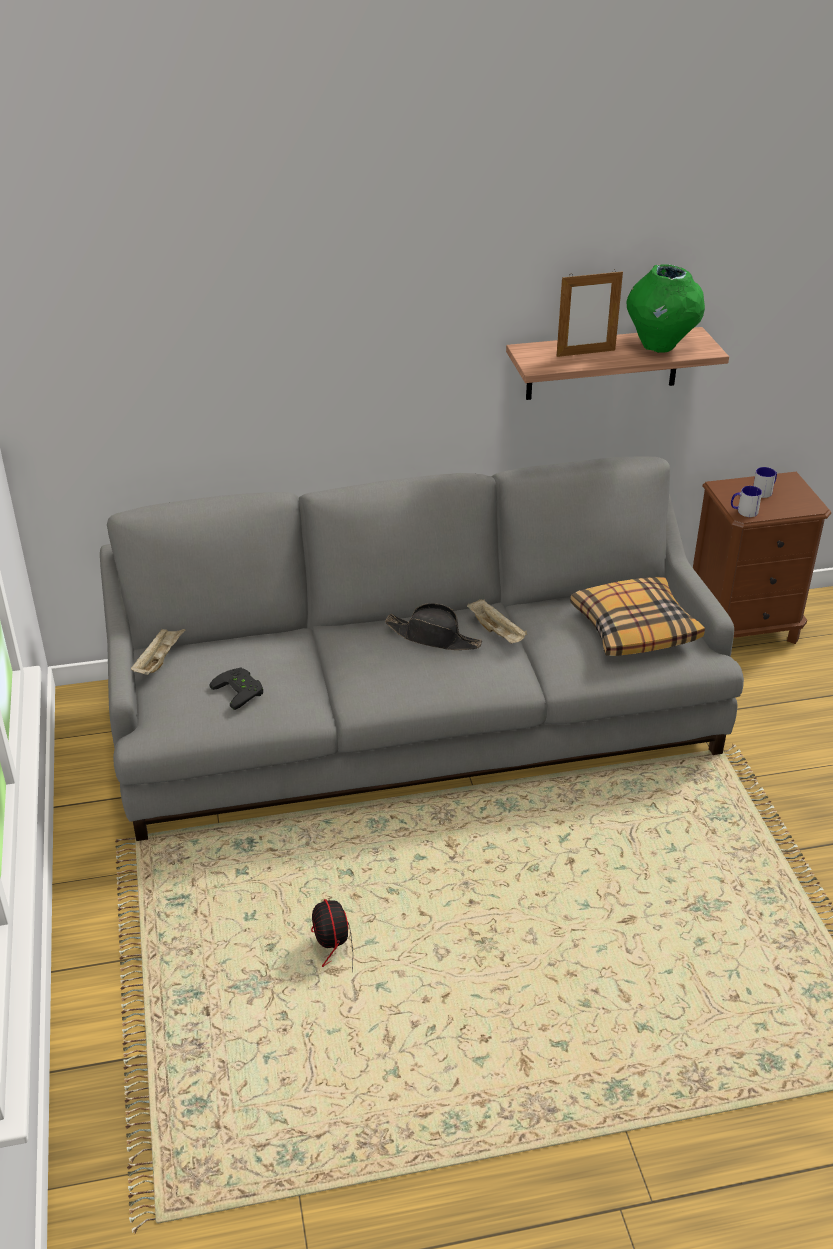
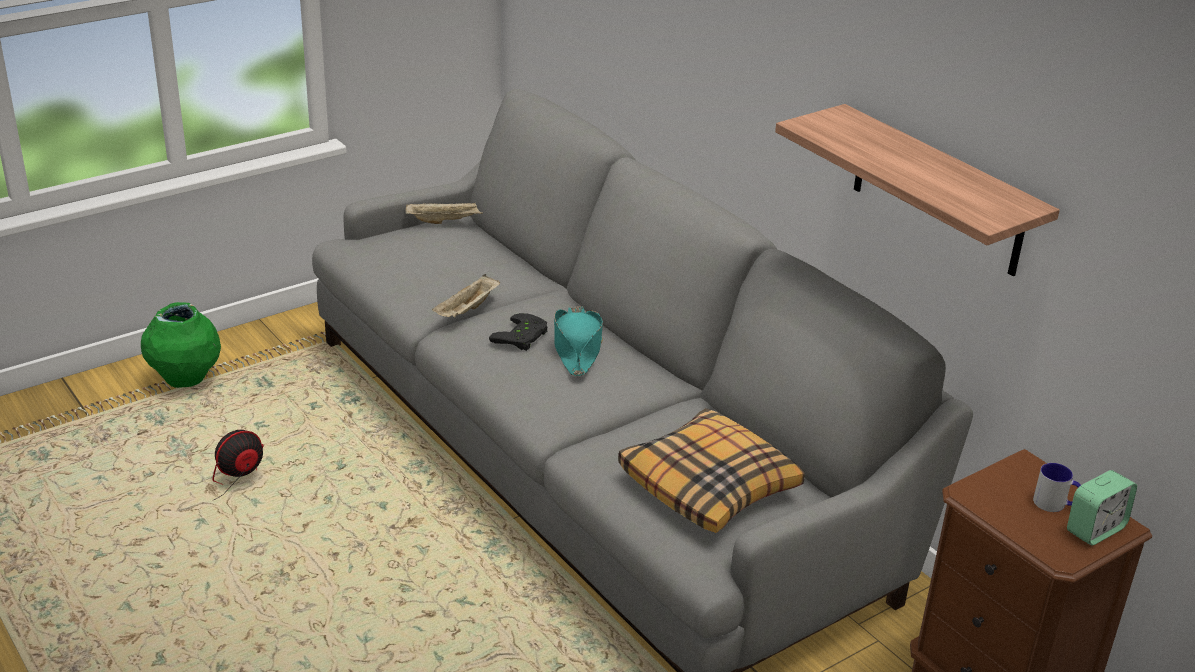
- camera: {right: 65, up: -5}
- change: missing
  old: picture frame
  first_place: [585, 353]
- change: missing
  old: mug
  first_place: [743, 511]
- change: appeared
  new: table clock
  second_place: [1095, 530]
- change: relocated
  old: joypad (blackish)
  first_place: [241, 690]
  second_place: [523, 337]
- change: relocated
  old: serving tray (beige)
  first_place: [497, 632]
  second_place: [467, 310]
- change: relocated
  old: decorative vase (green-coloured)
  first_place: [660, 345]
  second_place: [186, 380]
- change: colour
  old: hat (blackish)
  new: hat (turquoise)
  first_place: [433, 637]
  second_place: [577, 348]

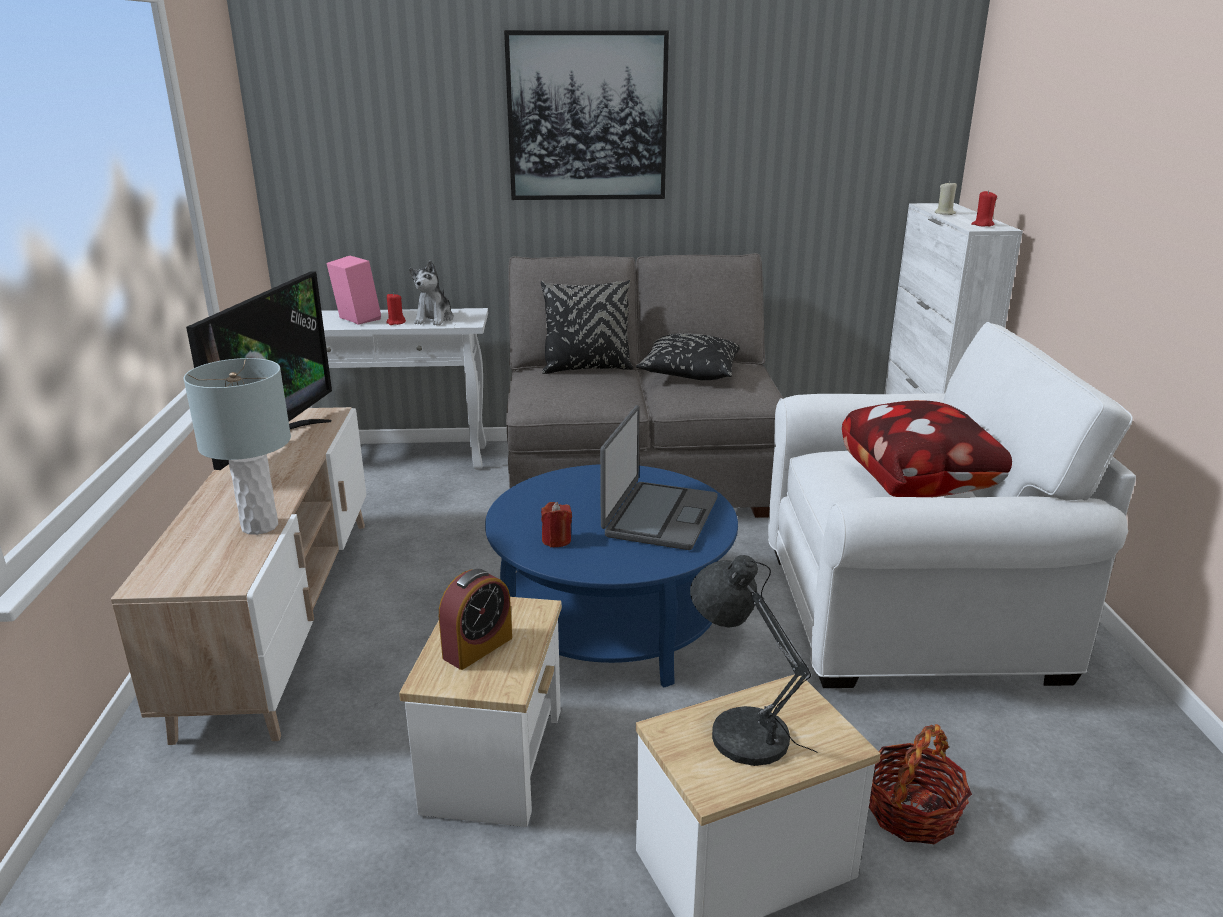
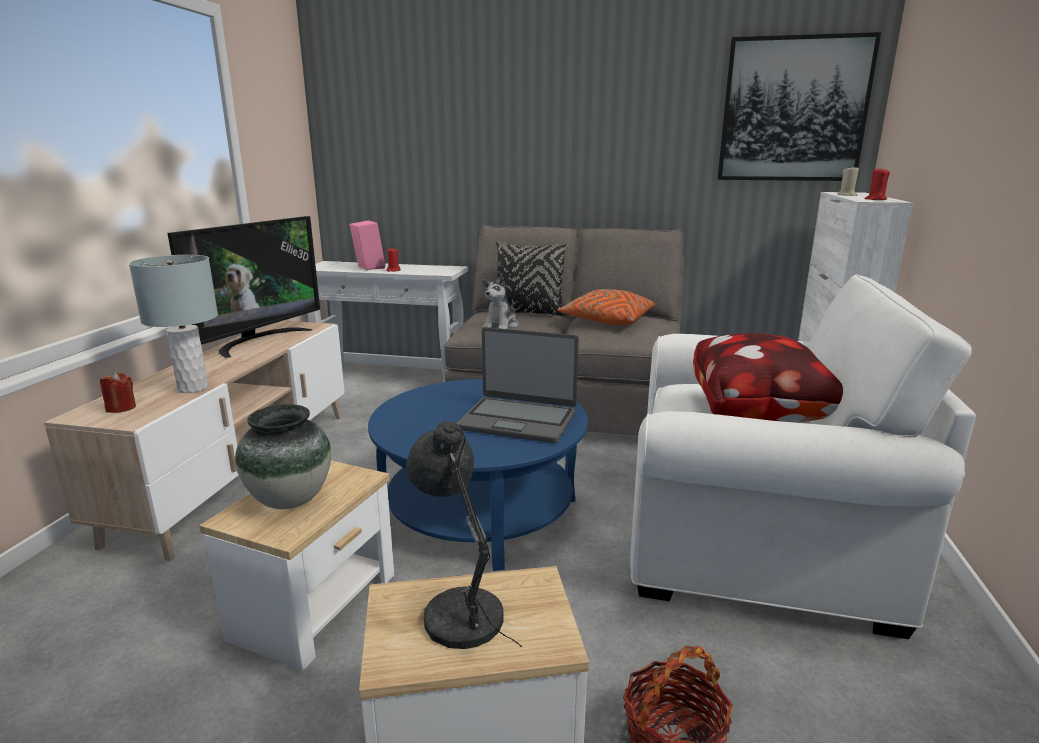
- camera: {right: 15, up: -5}
- change: relocated
  old: soft toy
  first_place: [434, 319]
  second_place: [501, 326]
- change: relocated
  old: wall picture
  first_place: [587, 117]
  second_place: [793, 110]
- change: relocated
  old: wax candle (red)
  first_place: [556, 540]
  second_place: [121, 408]
- change: exchanged
  old: table clock
  new: decorative vase
  first_place: [477, 647]
  second_place: [290, 499]
- change: colour
  old: cushion (blackish)
  new: cushion (orange-coloured)
  first_place: [689, 374]
  second_place: [606, 321]
- change: spun
  old: notebook computer
  first_place: [659, 517]
  second_place: [518, 420]
  degrees: 75

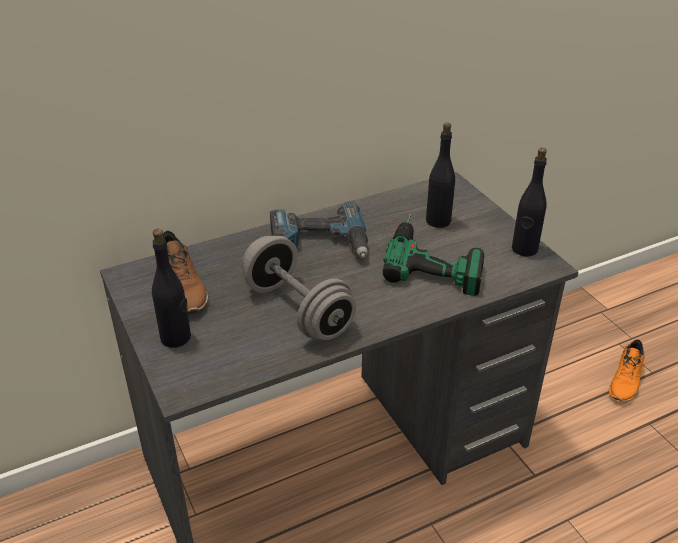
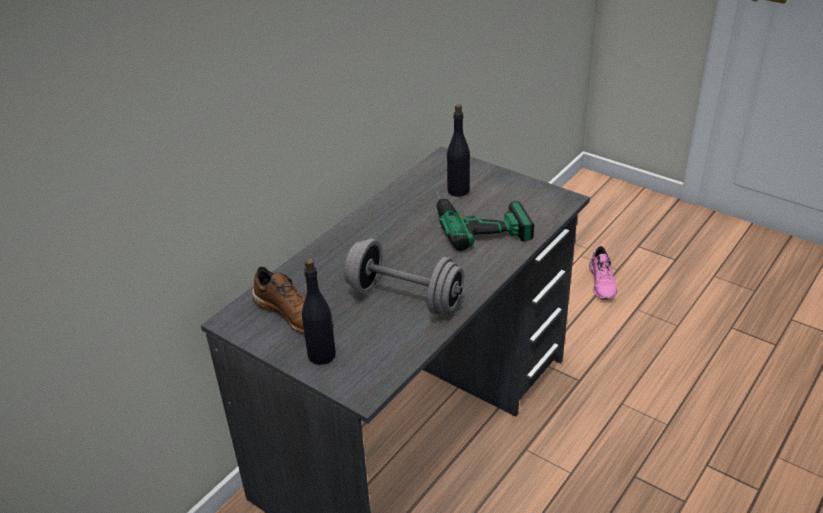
- camera: {right: -25, up: 0}
- change: missing
  old: power drill
  first_place: [319, 242]
- change: missing
  old: drink bottle (blackish)
  first_place: [524, 249]
- change: colour
  old: low shoe (orange-coloured)
  new: low shoe (pink)
  first_place: [626, 381]
  second_place: [602, 283]

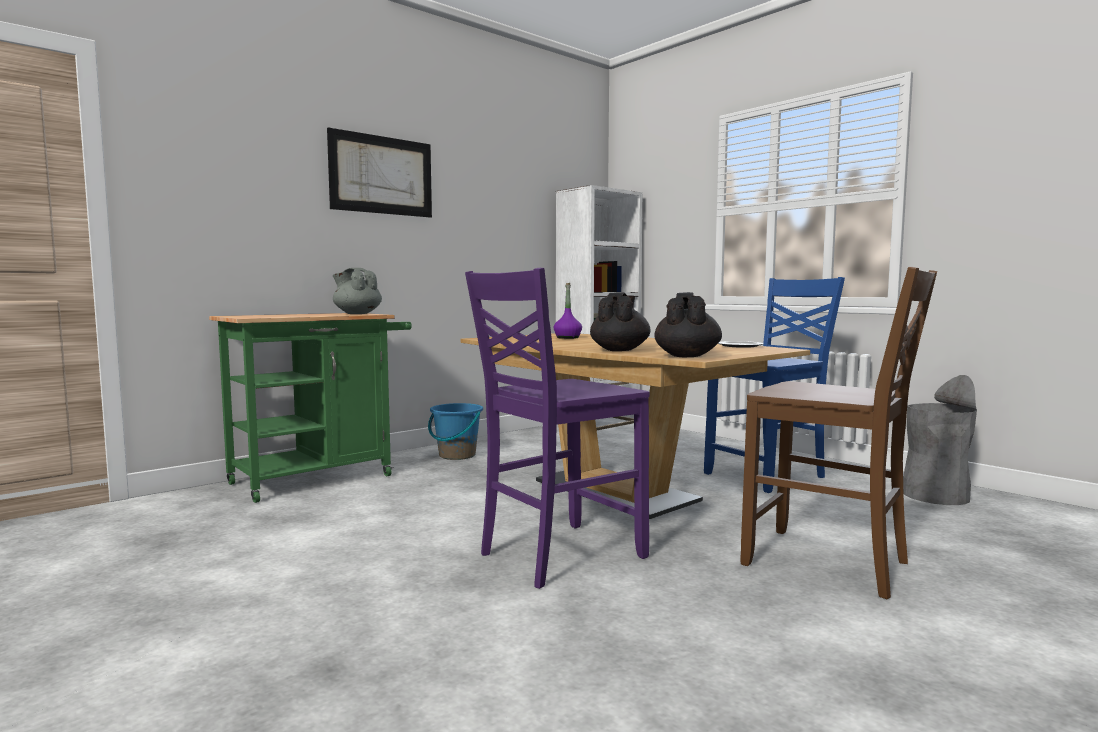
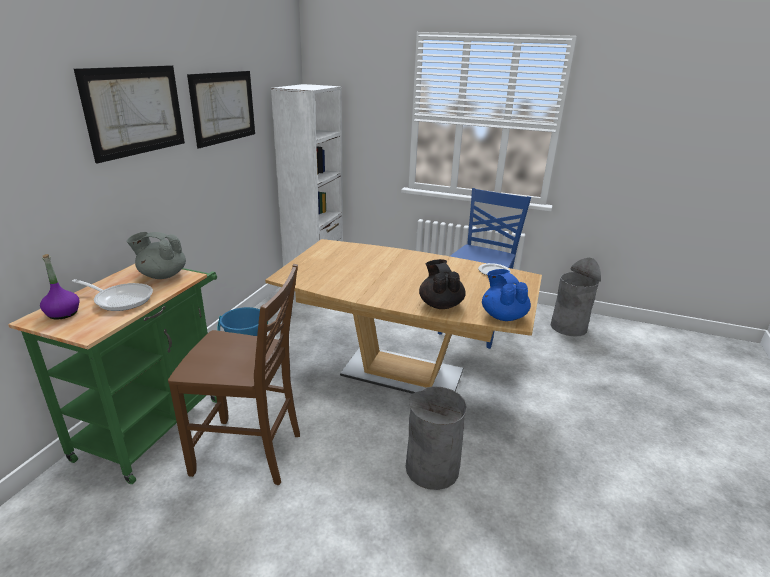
- camera: {right: -30, up: 20}
- change: appeared
  new: frying pan
  second_place: [121, 299]
- change: appeared
  new: wall picture
  second_place: [224, 107]
- change: relocated
  old: drink bottle (purple)
  first_place: [567, 338]
  second_place: [63, 313]
- change: relocated
  old: plain chair (brownish)
  first_place: [828, 563]
  second_place: [250, 453]
- change: exchanged
  old: plain chair (purple)
  new: rubbish bin (grey)
  first_place: [558, 555]
  second_place: [432, 468]
- change: colour
  old: tea pot (blackish)
  new: tea pot (bluish)
  first_place: [687, 356]
  second_place: [503, 316]

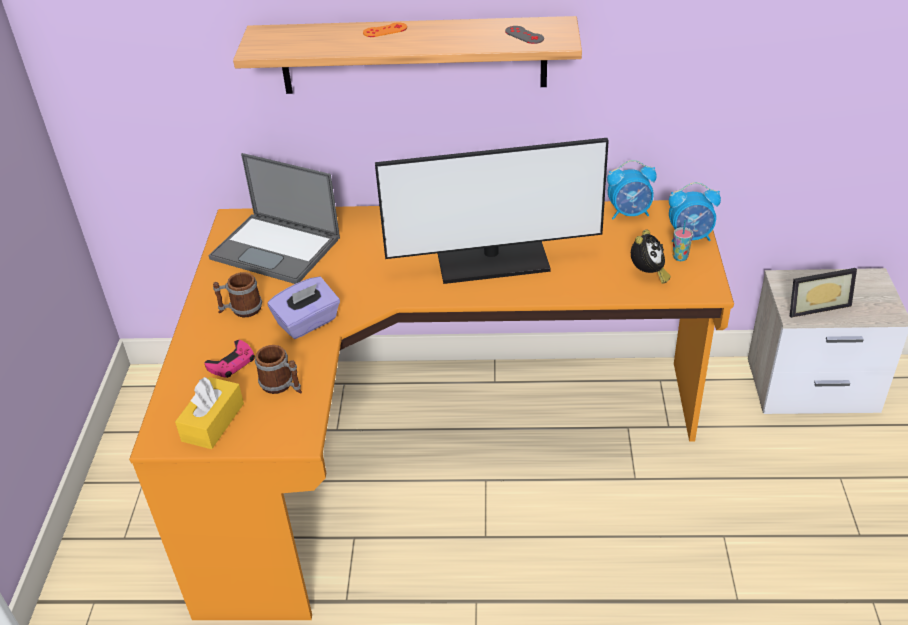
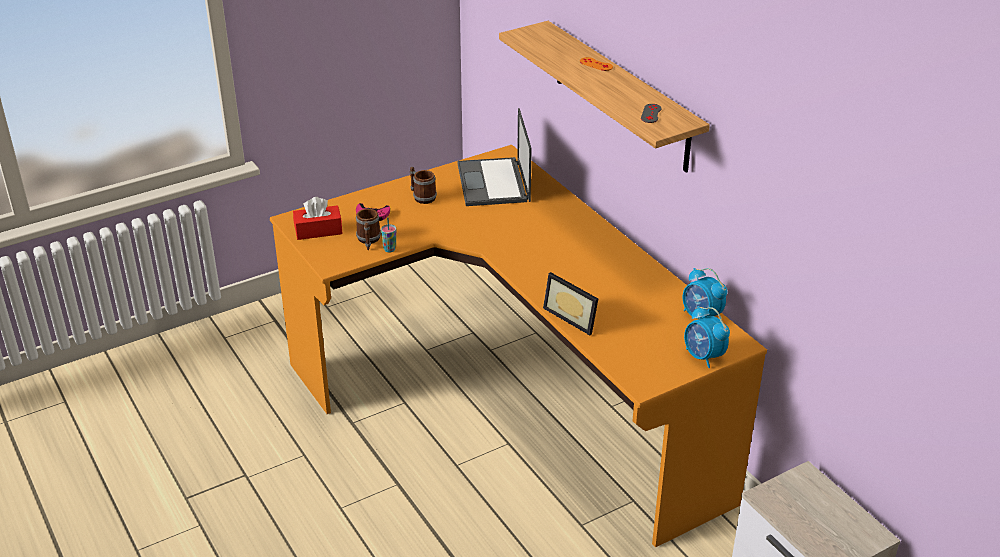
- camera: {right: 55, up: -5}
- change: missing
  old: box of tissues (purple)
  first_place: [308, 322]
- change: missing
  old: computer display
  first_place: [493, 262]
- change: missing
  old: table clock
  first_place: [648, 274]
- change: relocated
  old: drinking cup
  first_place: [680, 257]
  second_place: [389, 249]
- change: relocated
  old: picture frame
  first_place: [815, 304]
  second_place: [573, 317]
- change: colour
  old: box of tissues (yellowish)
  new: box of tissues (red)
  first_place: [213, 422]
  second_place: [318, 230]

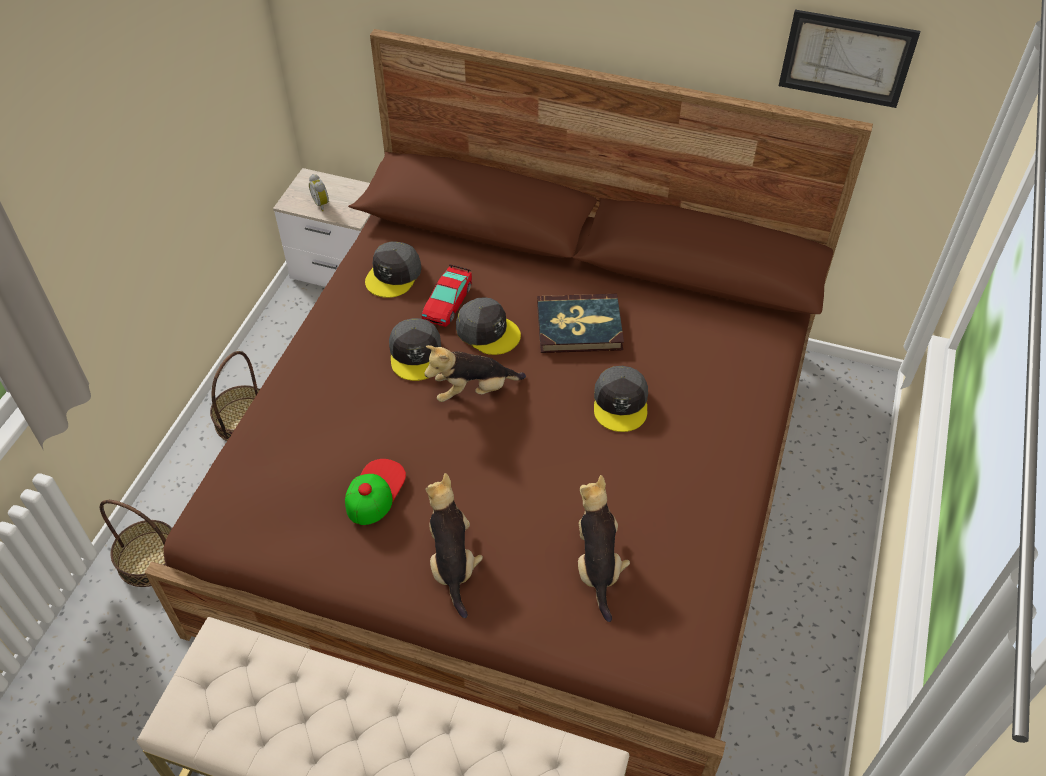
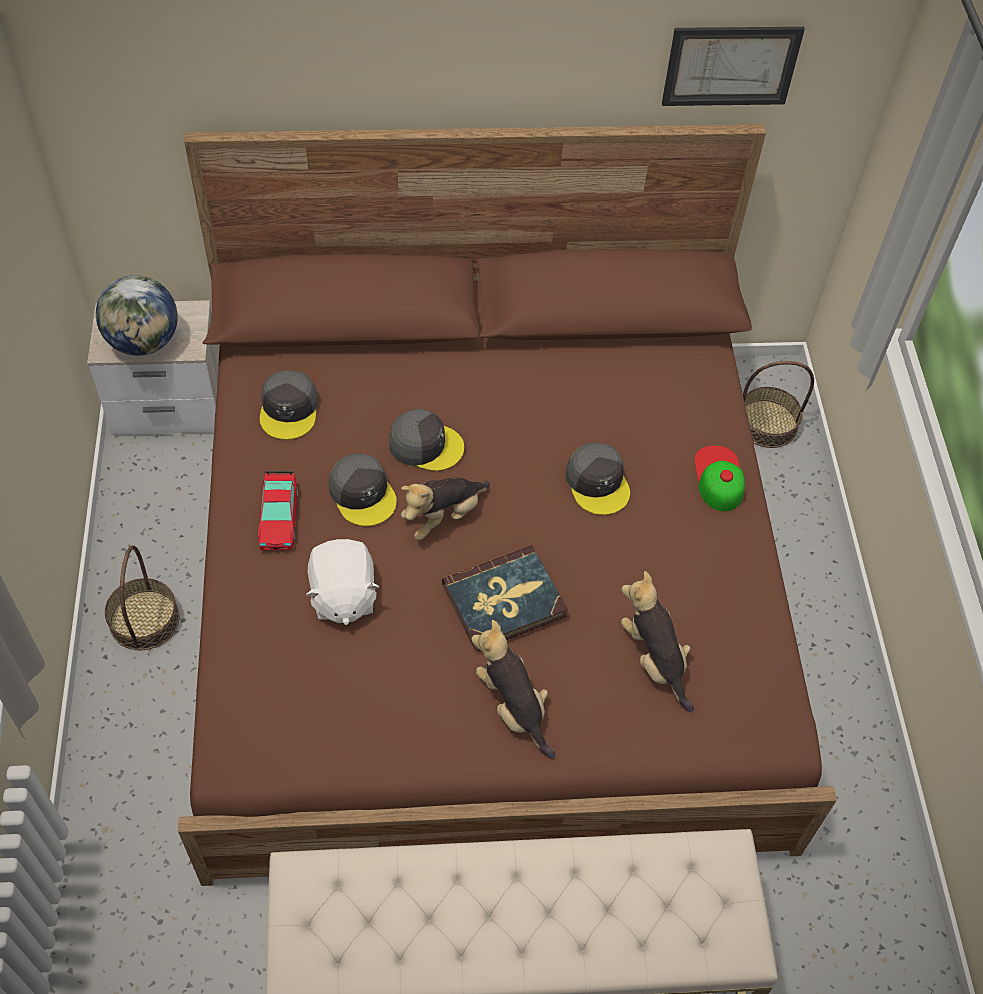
- camera: {right: -25, up: 5}
- change: appeared
  new: soft toy (white-coloured)
  second_place: [342, 596]
- change: relocated
  old: household basket
  first_place: [150, 558]
  second_place: [767, 423]
- change: relocated
  old: cap
  first_place: [374, 491]
  second_place: [718, 478]
- change: relocated
  old: model car
  first_place: [447, 302]
  second_place: [278, 517]
- change: relocated
  old: book
  first_place: [579, 327]
  second_place: [504, 601]
- change: exchanged
  old: table clock
  new: world globe
  first_place: [322, 204]
  second_place: [144, 342]

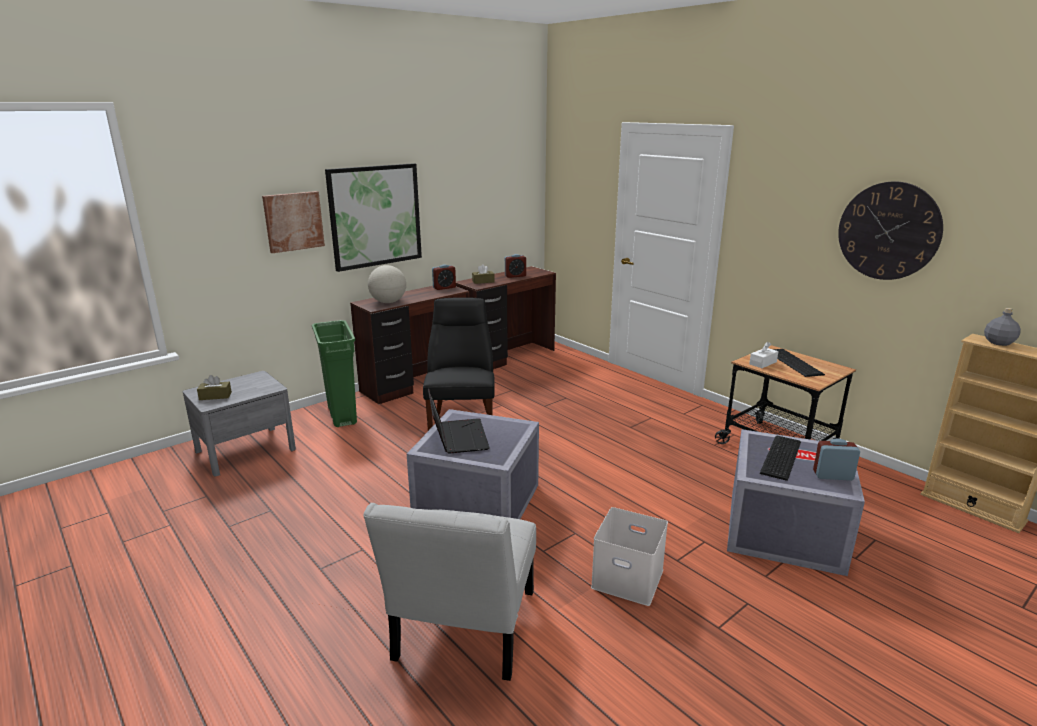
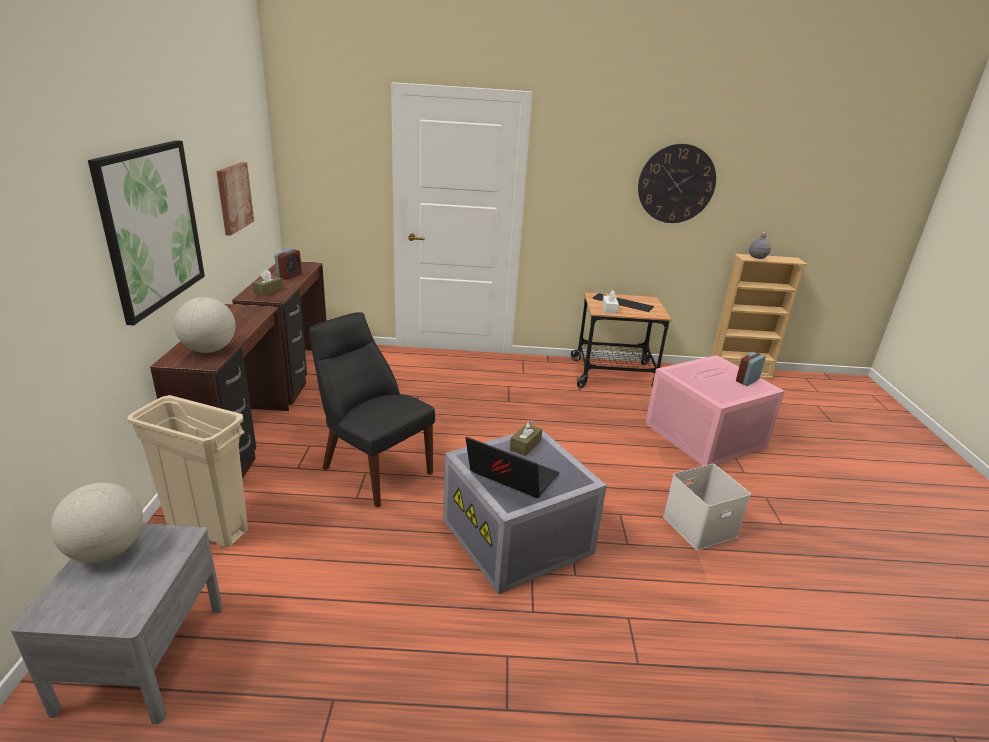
- camera: {right: -50, up: 5}
- change: missing
  old: plain chair (white-coloured)
  first_place: [463, 631]
- change: missing
  old: table clock
  first_place: [444, 287]
- change: missing
  old: PC keyboard
  first_place: [779, 457]
- change: appeared
  new: world globe
  second_place: [106, 551]
- change: relocated
  old: box of tissues (brownish)
  first_place: [215, 396]
  second_place: [525, 445]
- change: relocated
  old: wall picture
  first_place: [293, 221]
  second_place: [234, 197]
- change: colour
  old: rubbish bin (green-coloured)
  new: rubbish bin (beige)
  first_place: [342, 415]
  second_place: [209, 529]
- change: colour
  old: storage container (grey)
  new: storage container (pink)
  first_place: [782, 531]
  second_place: [704, 436]

